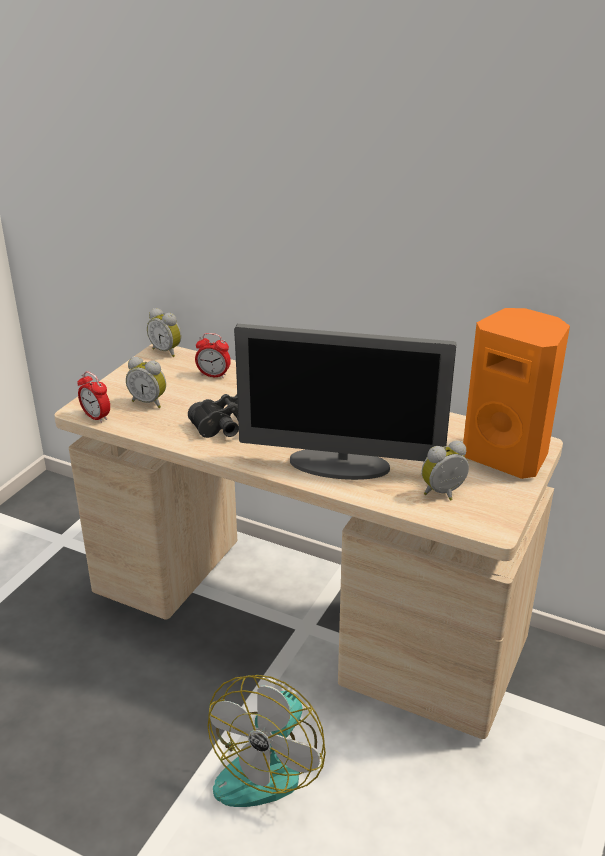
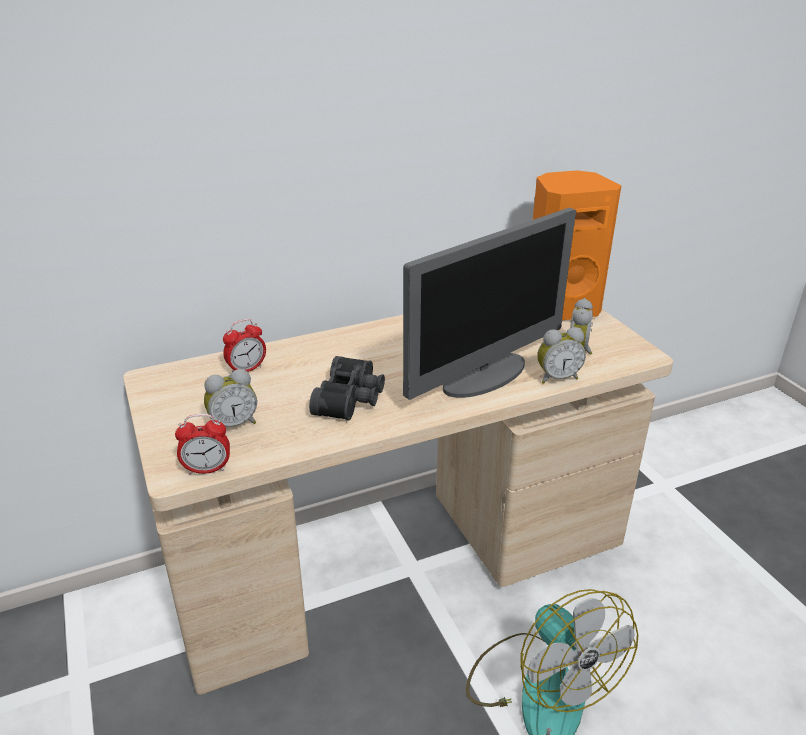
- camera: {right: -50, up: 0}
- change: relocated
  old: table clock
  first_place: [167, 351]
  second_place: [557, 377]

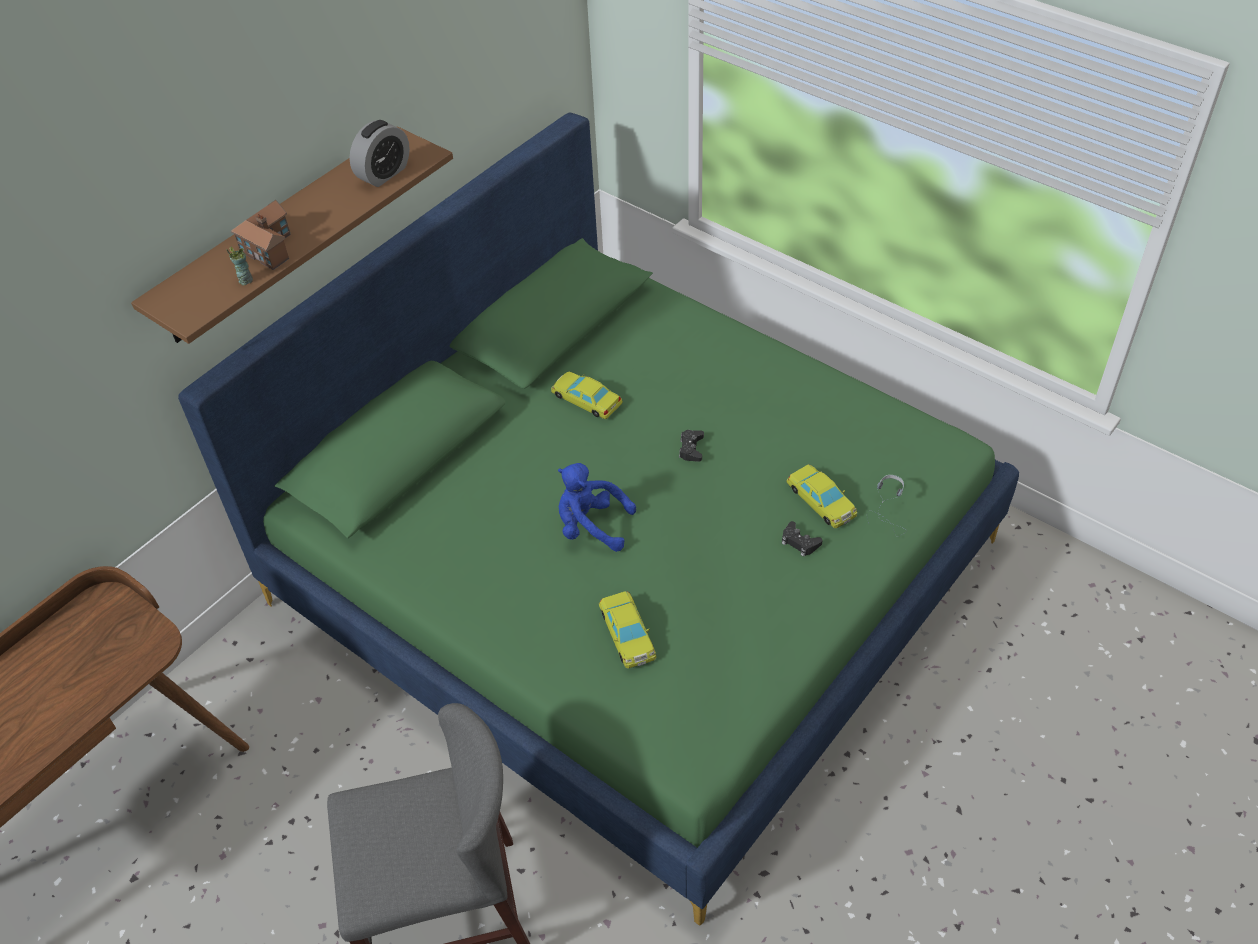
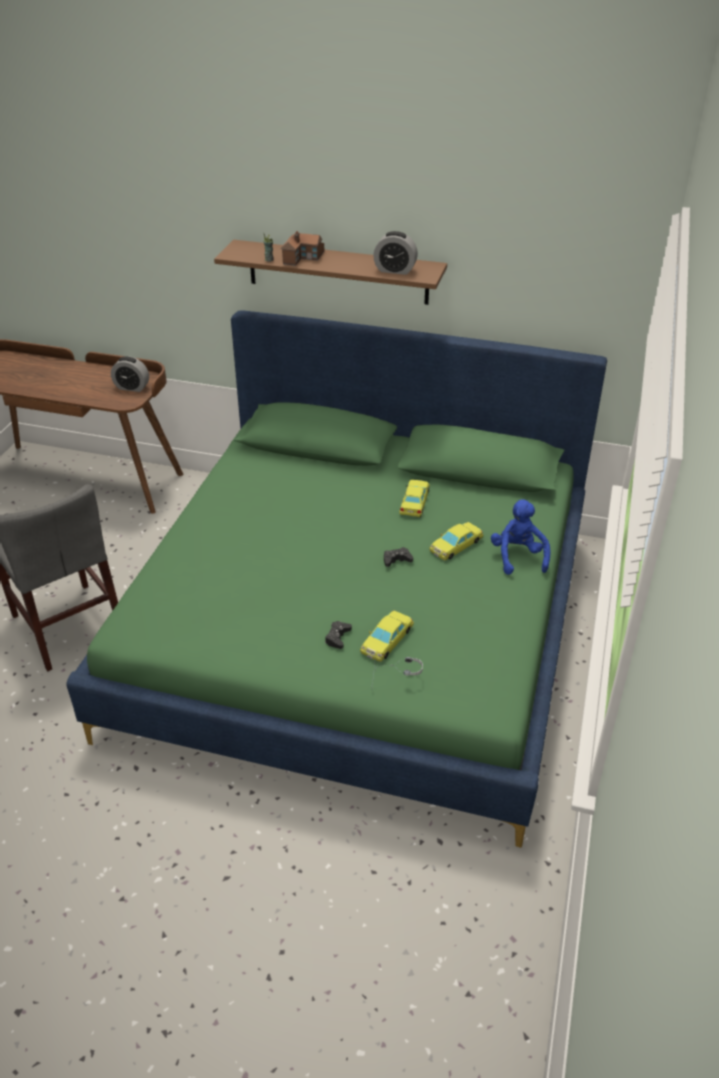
- camera: {right: 65, up: -10}
- change: appeared
  new: table clock
  second_place: [132, 387]
- change: relocated
  old: soft toy (bluish)
  first_place: [591, 526]
  second_place: [518, 556]
- change: relocated
  old: model car (yellowish)
  first_place: [627, 633]
  second_place: [455, 545]

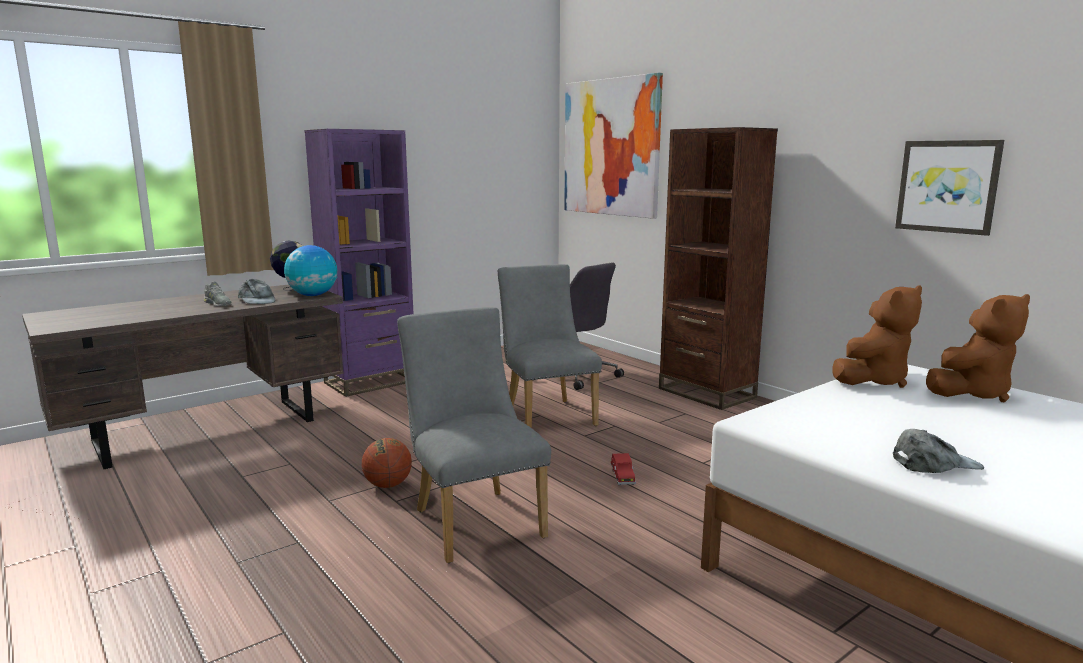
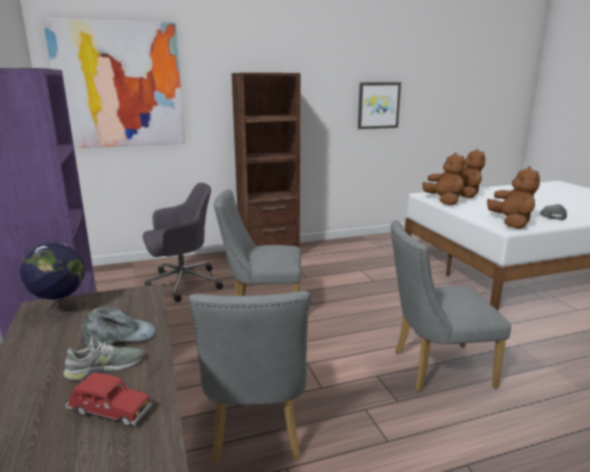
- camera: {right: -70, up: 5}
- change: missing
  old: world globe
  first_place: [312, 295]
- change: missing
  old: basketball
  first_place: [388, 485]
- change: appeared
  new: plain chair (grey)
  second_place: [256, 433]
- change: appeared
  new: soft toy (brownish)
  second_place: [511, 223]
- change: relocated
  old: model car (red)
  first_place: [622, 477]
  second_place: [110, 412]

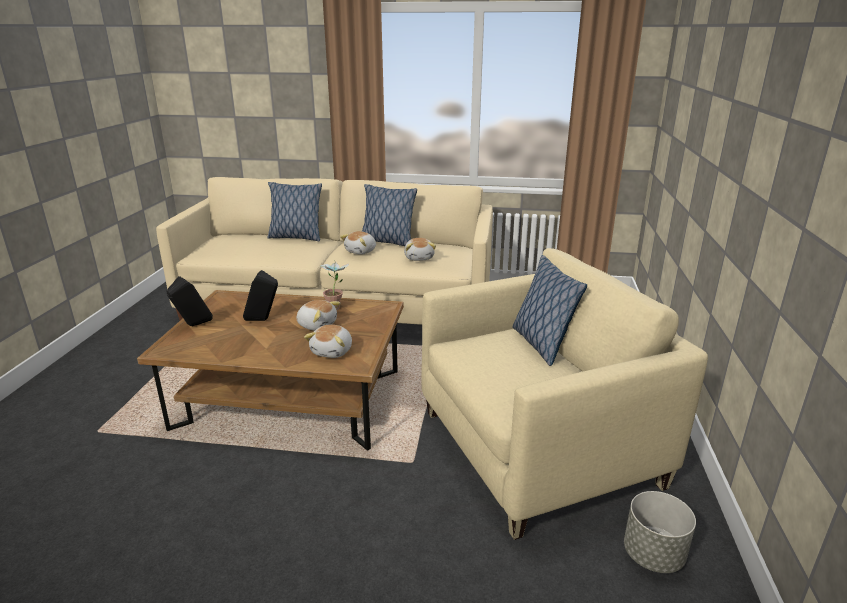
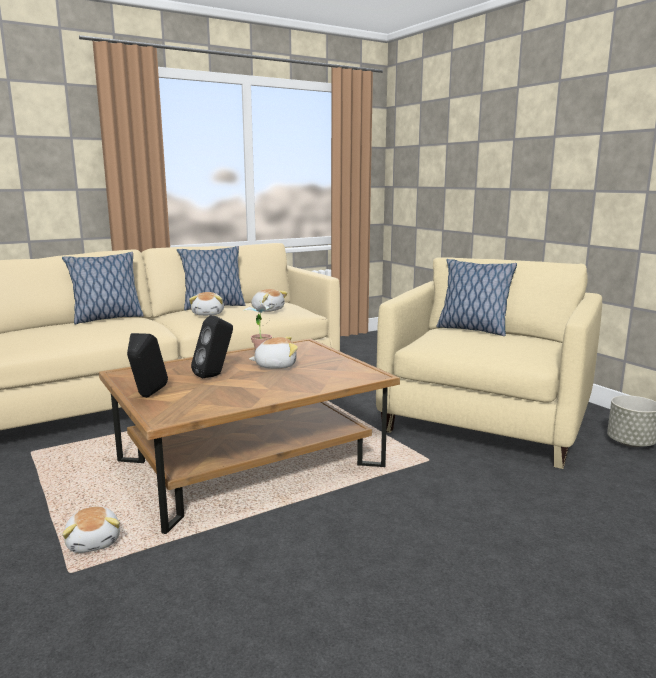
- camera: {right: -40, up: -10}
- change: relocated
  old: soft toy
  first_place: [333, 351]
  second_place: [94, 542]

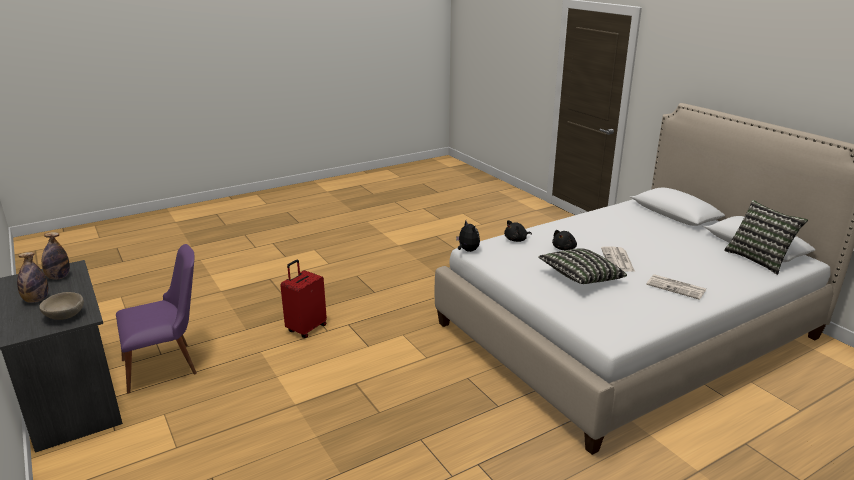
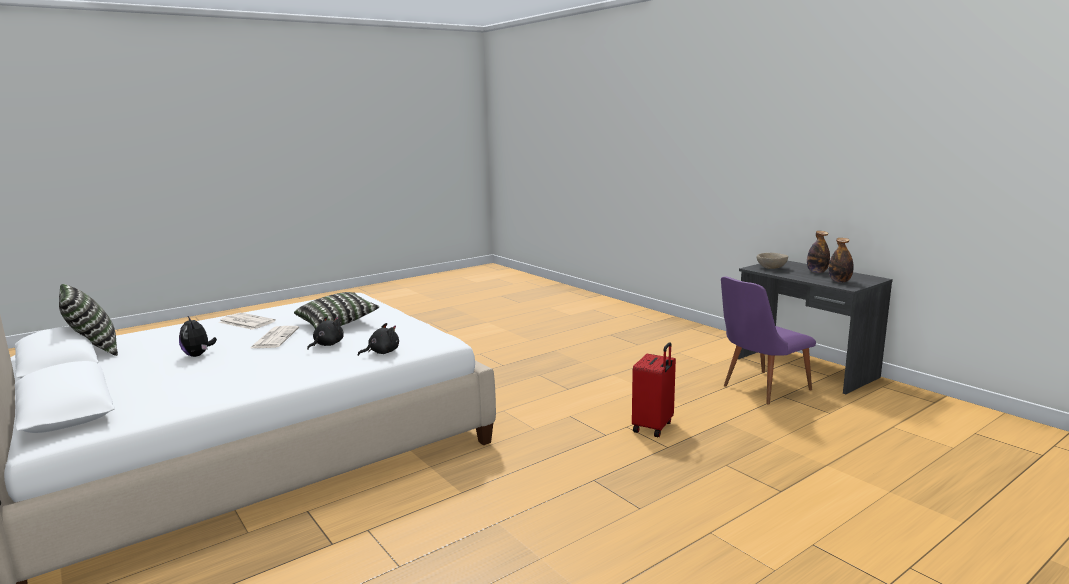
- camera: {right: 175, up: -10}
- change: relocated
  old: soft toy
  first_place: [467, 250]
  second_place: [198, 355]

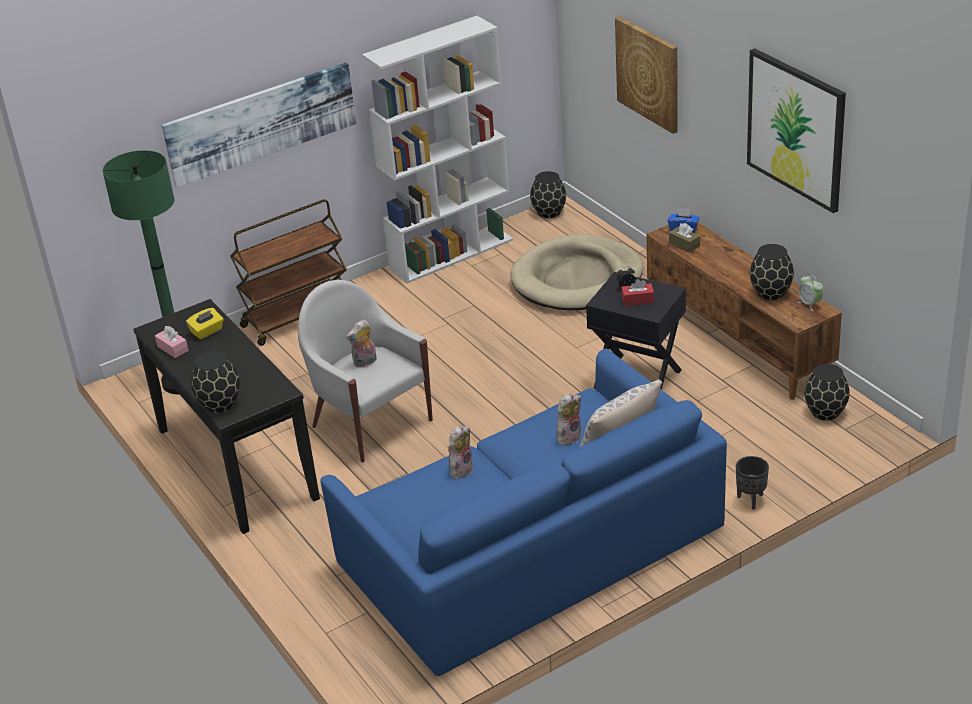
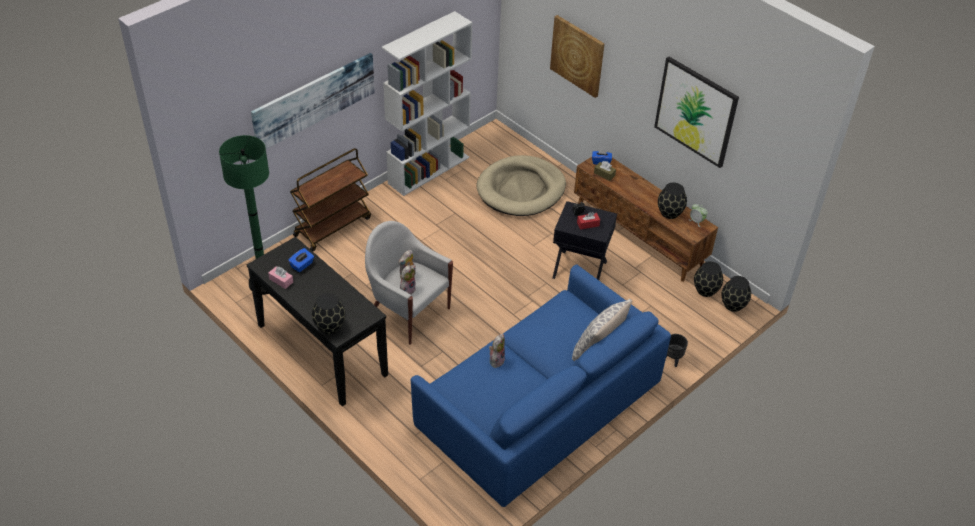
- camera: {right: -15, up: 10}
- change: relocated
  old: decorative vase (blackish)
  first_place: [549, 213]
  second_place: [733, 305]
- change: relocated
  old: soft toy
  first_place: [568, 436]
  second_place: [407, 289]
- change: colour
  old: box of tissues (yellowish)
  new: box of tissues (bluish)
  first_place: [207, 332]
  second_place: [302, 265]

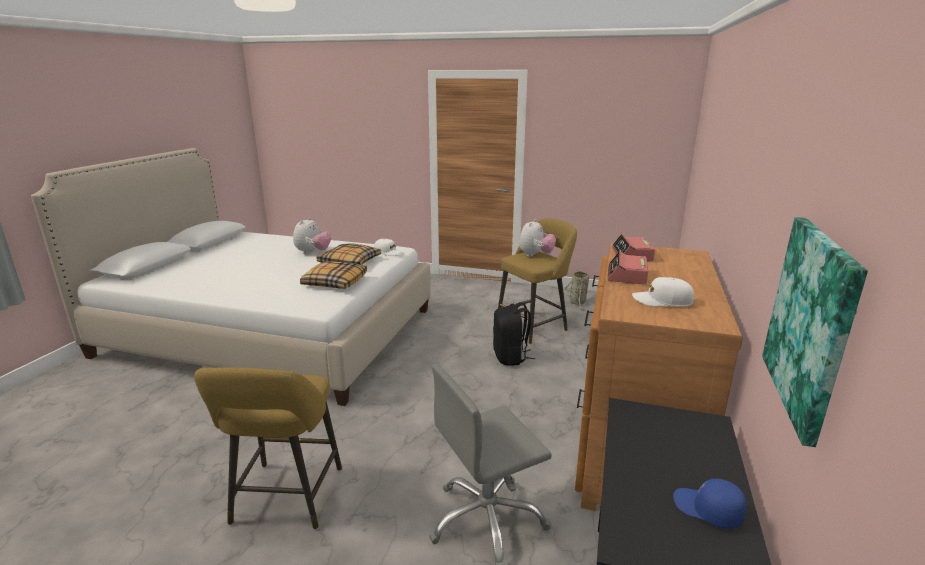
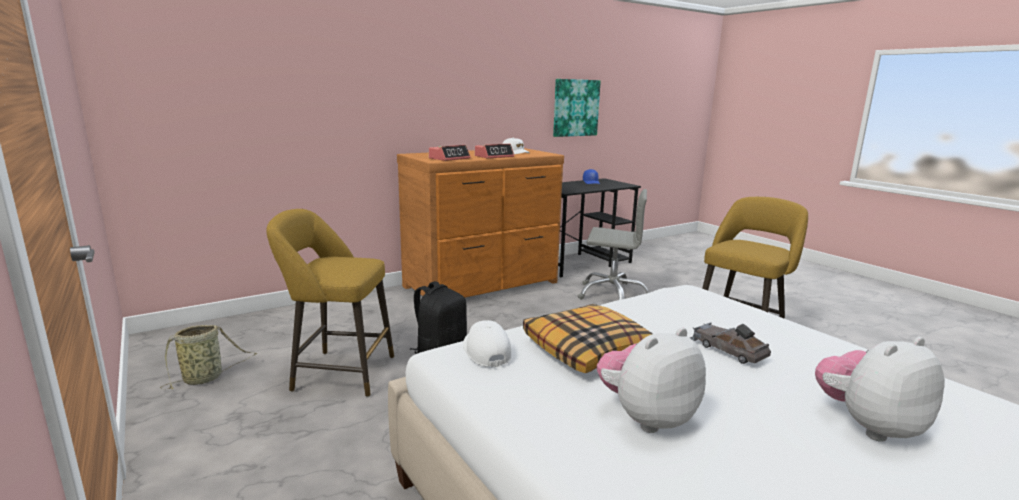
- camera: {right: -140, up: -5}
- change: missing
  old: cushion
  first_place: [335, 282]
- change: appeared
  new: model car (grey)
  second_place: [727, 349]
- change: relocated
  old: soft toy
  first_place: [535, 255]
  second_place: [868, 426]

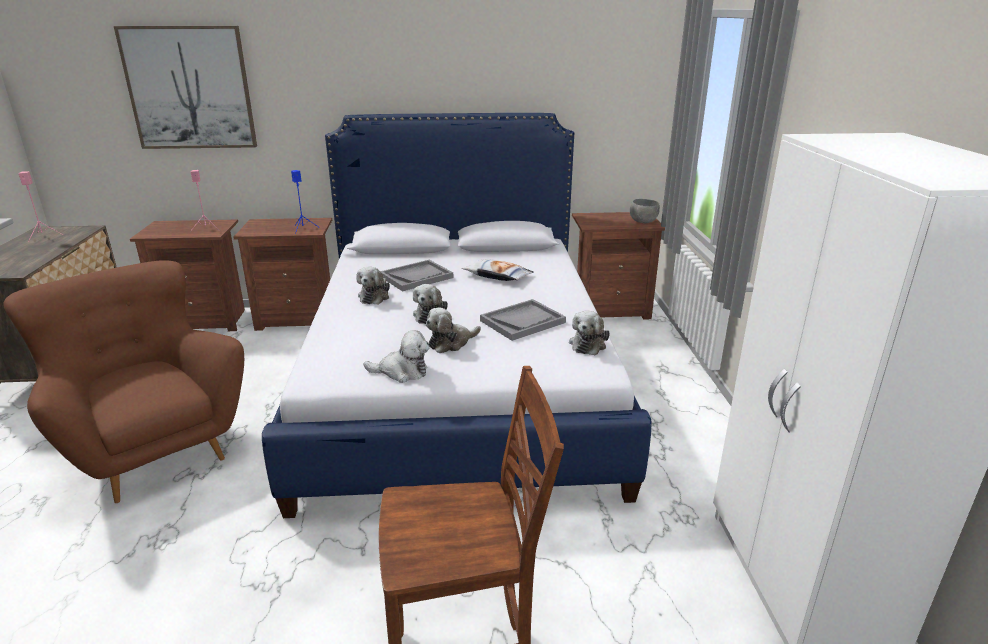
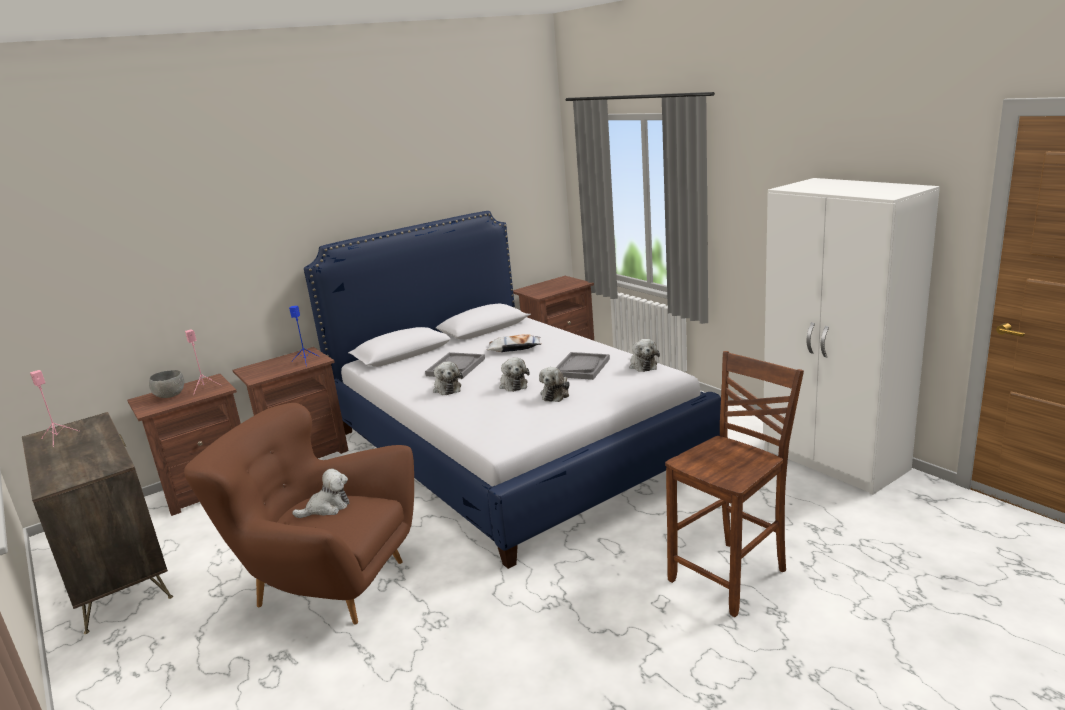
- camera: {right: -30, up: -5}
- change: missing
  old: wall picture
  first_place: [189, 88]
- change: relocated
  old: soft toy
  first_place: [402, 372]
  second_place: [327, 508]
- change: relocated
  old: deep dish (grey)
  first_place: [643, 222]
  second_place: [171, 395]

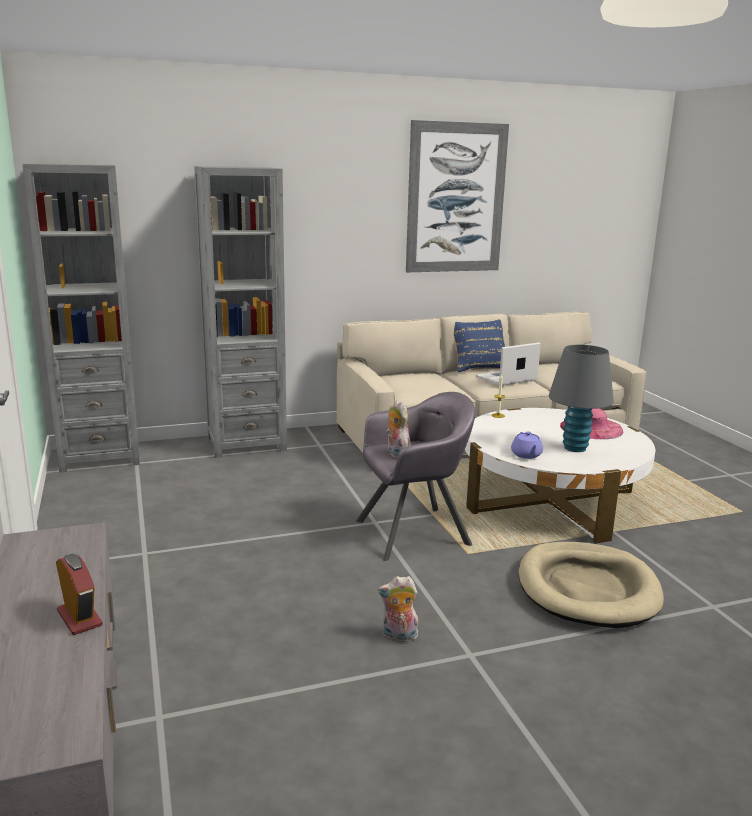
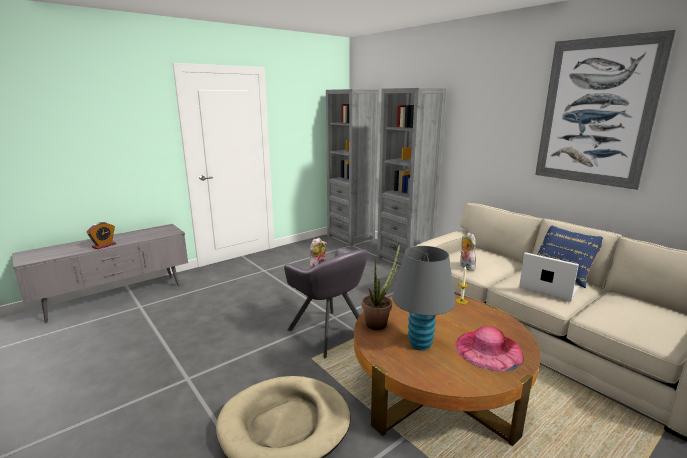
- camera: {right: 70, up: 0}
- change: relocated
  old: soft toy
  first_place: [398, 637]
  second_place: [465, 267]
- change: exchanged
  old: tea pot (purple)
  new: potted plant
  first_place: [526, 455]
  second_place: [379, 322]
- change: colour
  old: coffee table (white-coloured)
  new: coffee table (brownish)
  first_place: [551, 500]
  second_place: [437, 389]

